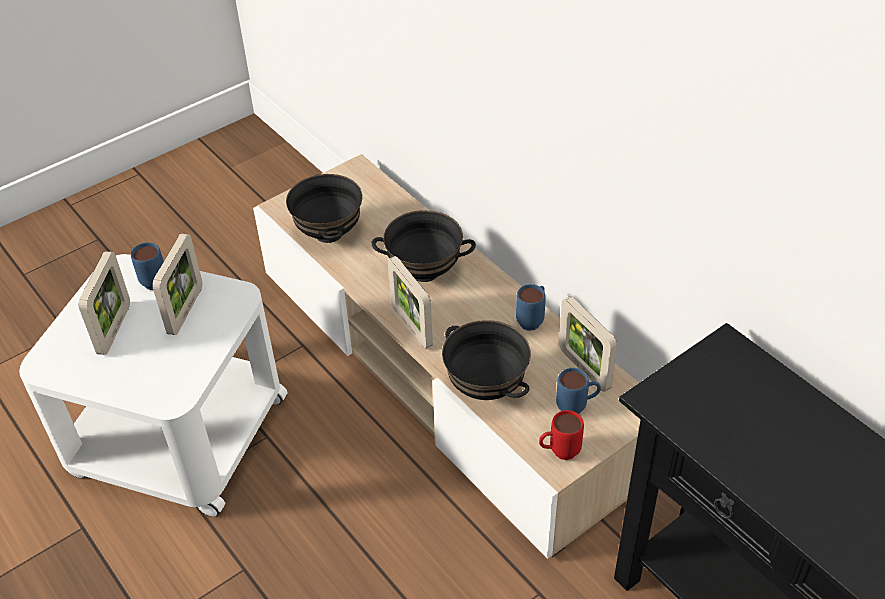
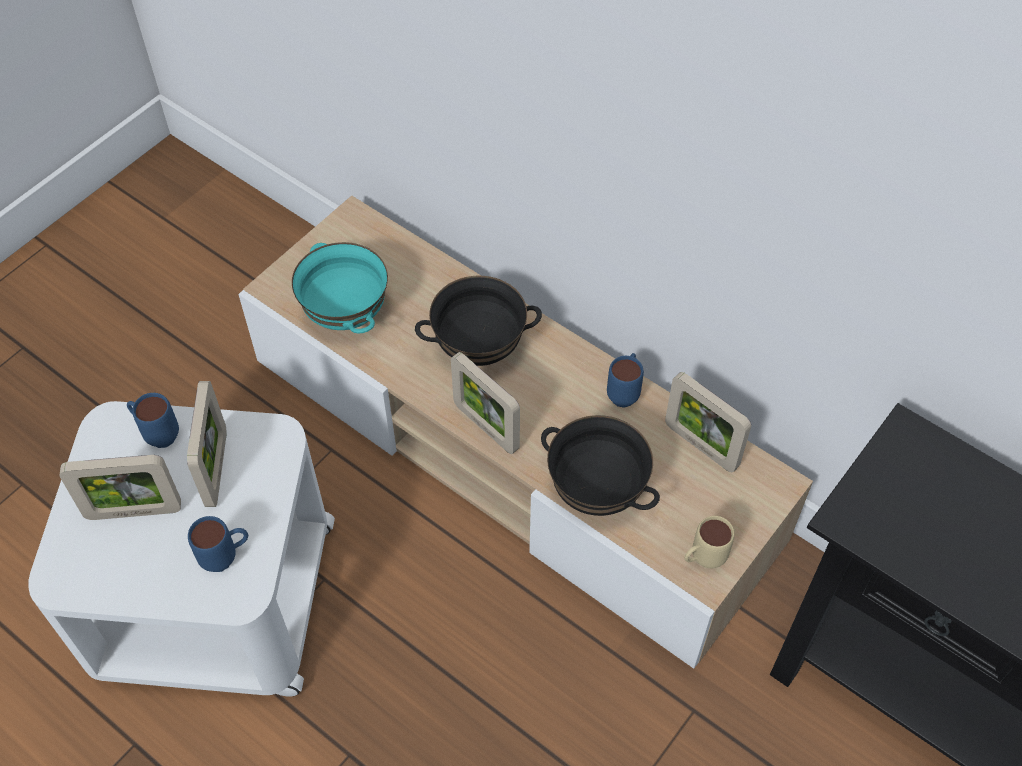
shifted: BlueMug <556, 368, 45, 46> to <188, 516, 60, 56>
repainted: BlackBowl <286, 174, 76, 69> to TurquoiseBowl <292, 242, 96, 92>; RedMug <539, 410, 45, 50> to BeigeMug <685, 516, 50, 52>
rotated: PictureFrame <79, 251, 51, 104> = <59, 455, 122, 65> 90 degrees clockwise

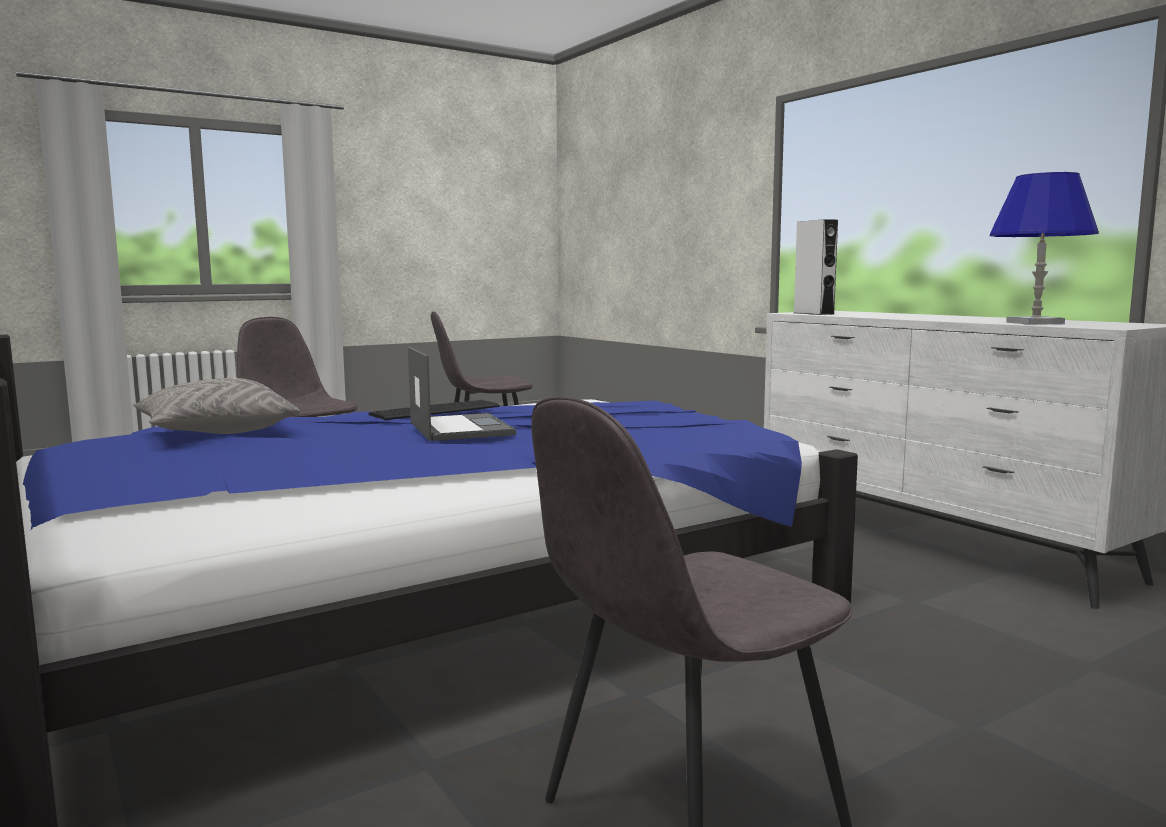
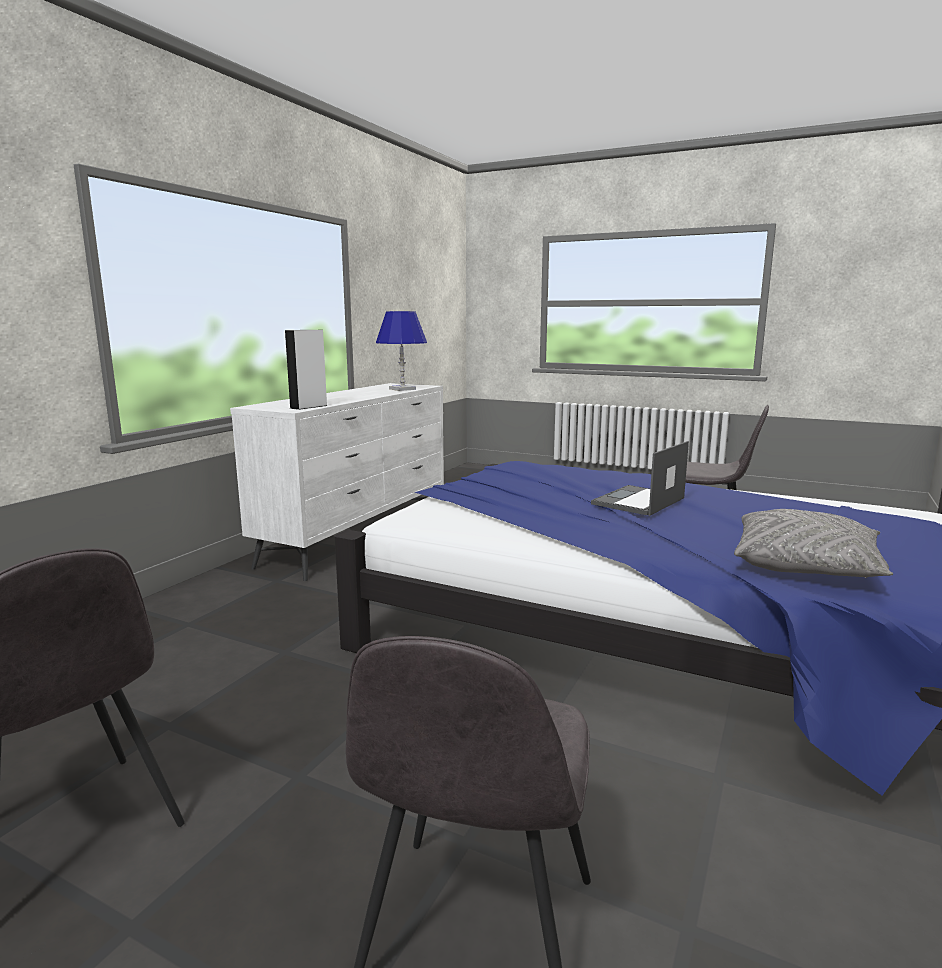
gone: Keyboard <368, 400, 132, 20>

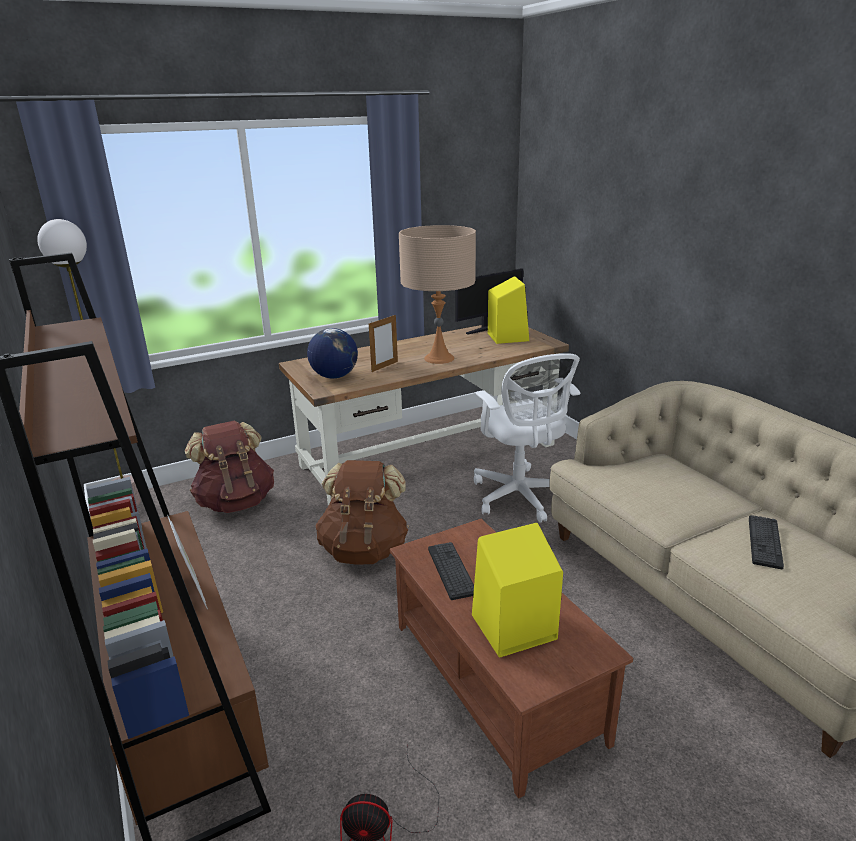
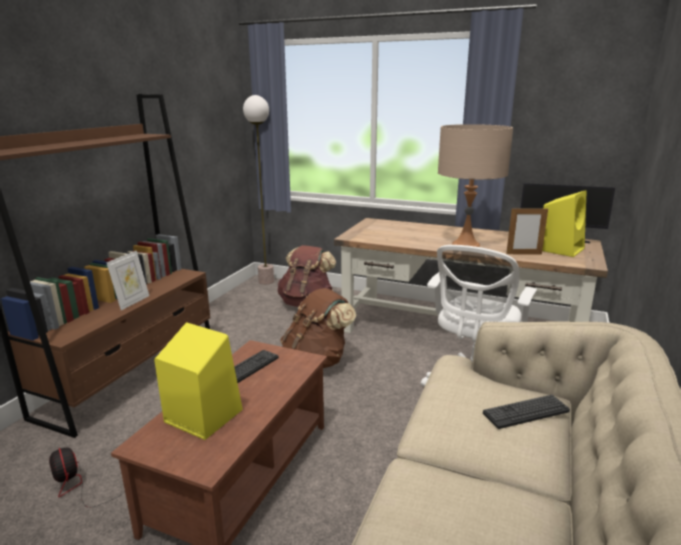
gone: Globe <307, 328, 51, 51>
shifted: PictureFrame <369, 314, 29, 58> to <506, 208, 42, 47>; Keyboard <749, 515, 35, 54> to <483, 395, 87, 34>

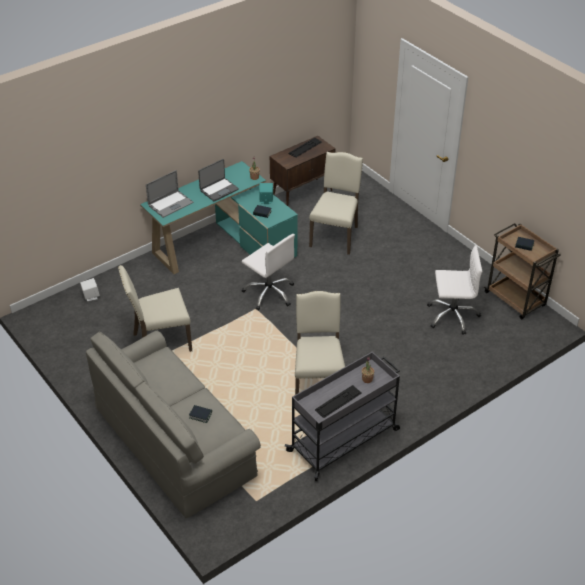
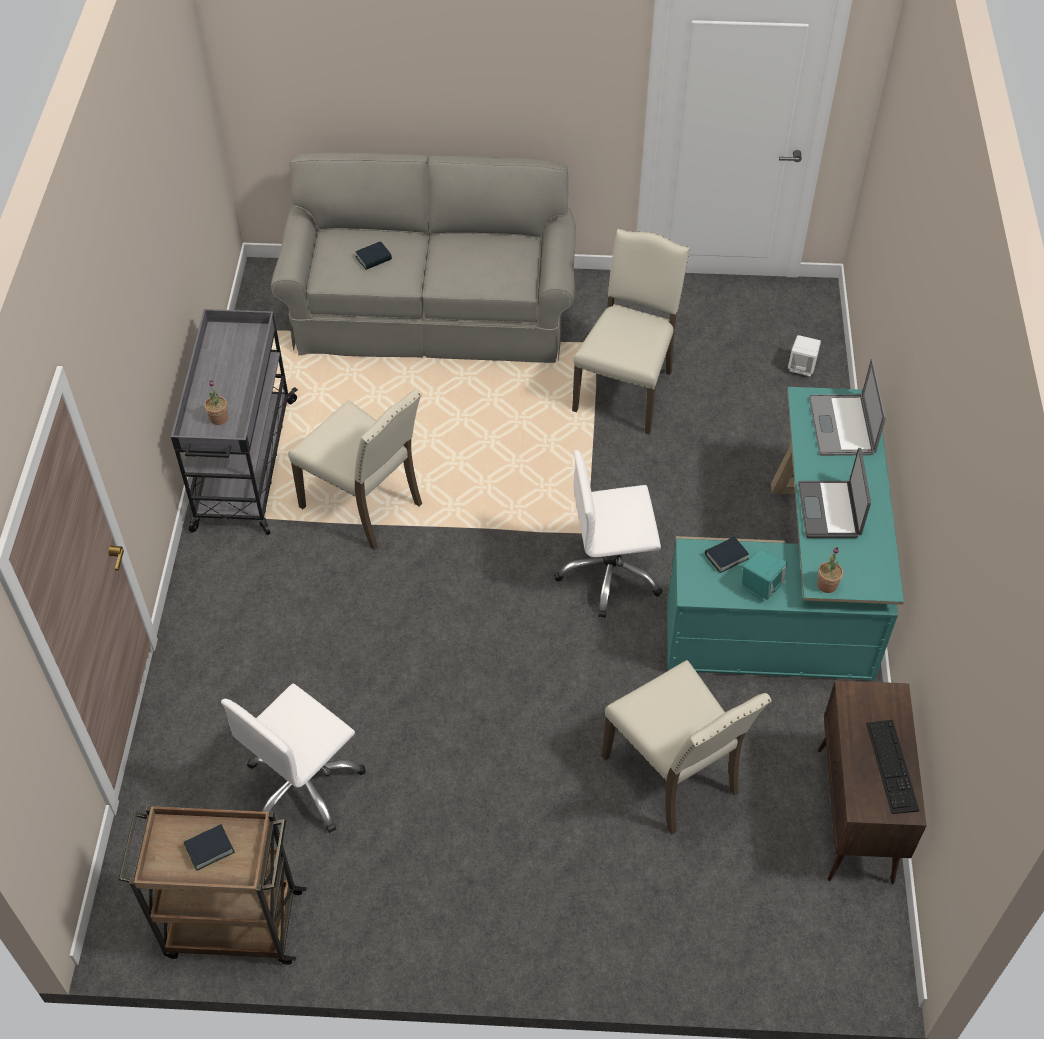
gone: Keyboard <315, 385, 47, 33>

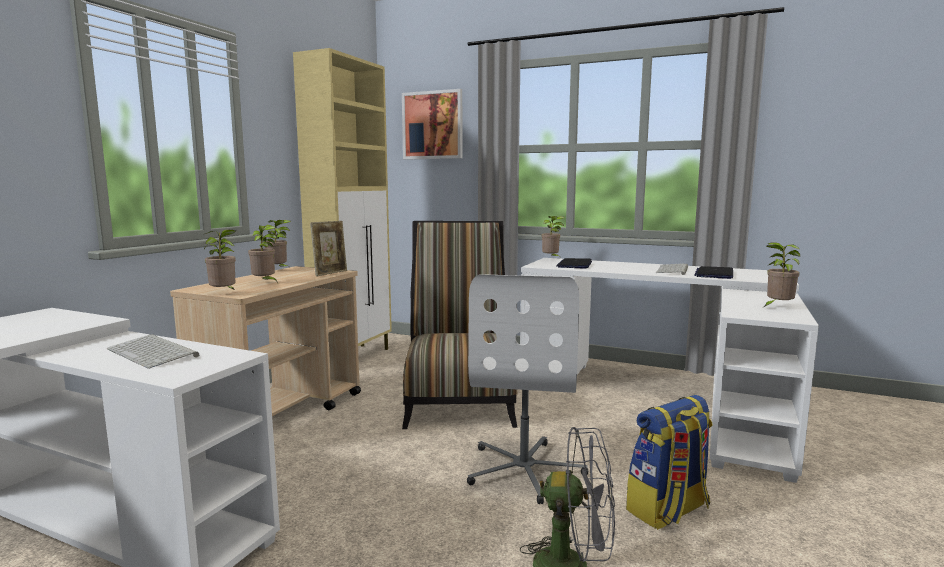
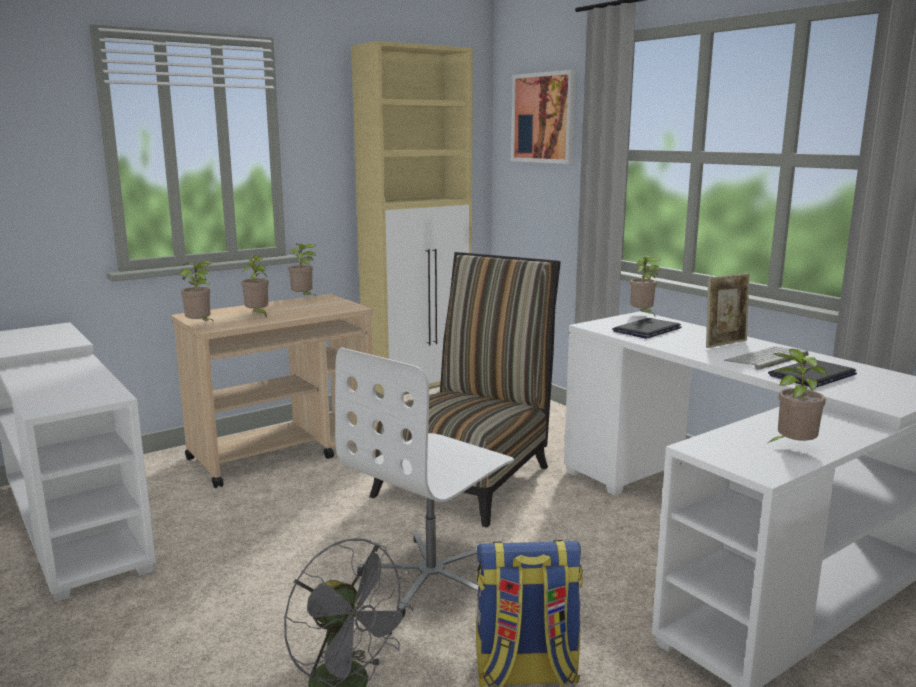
gone: Keyboard <107, 334, 92, 35>
shifted: PictureFrame <310, 221, 37, 56> to <706, 274, 44, 74>

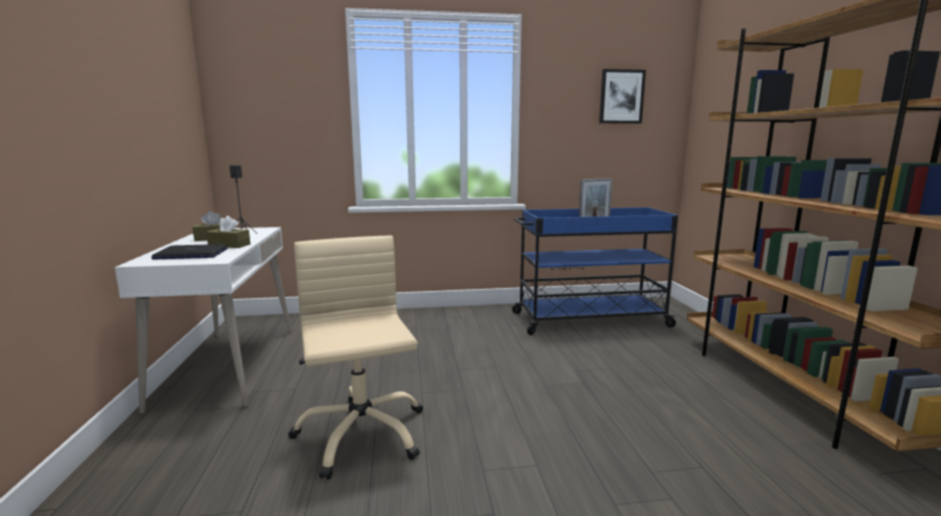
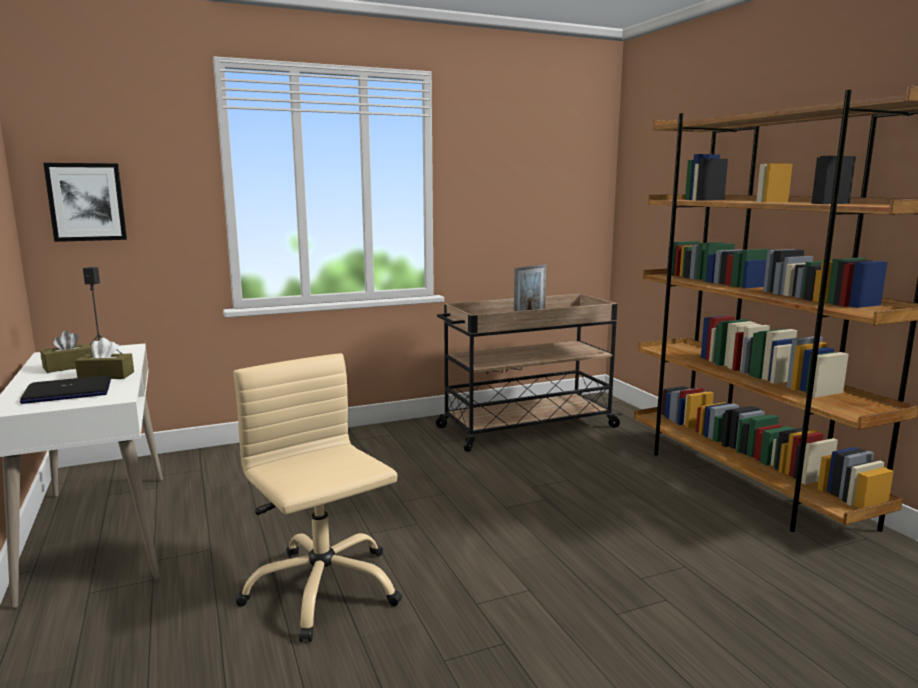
shifted: Picture <599, 69, 47, 55> to <43, 163, 84, 79>
repainted: BlueCart <512, 207, 167, 128> to BeigeCart <436, 294, 186, 158>

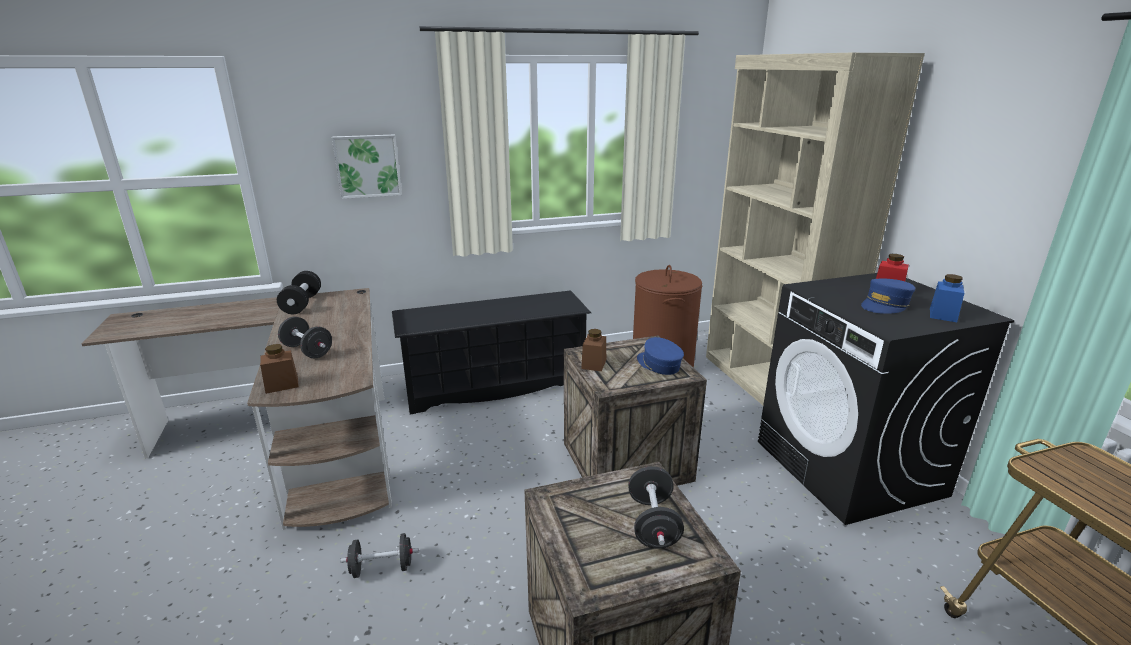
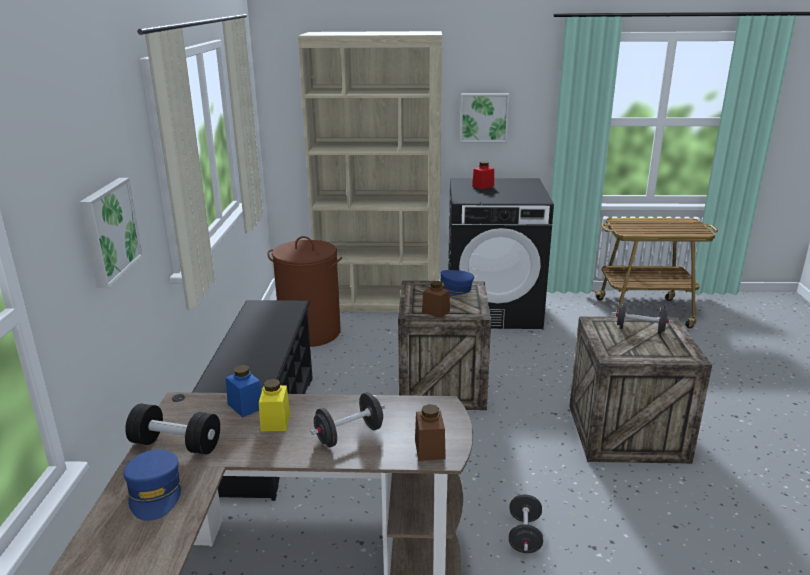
new: Picture <460, 93, 49, 49>; YellowJar <259, 379, 31, 52>
shifted: BlueJar <930, 274, 34, 48> to <226, 365, 36, 52>; BlueCap <861, 279, 54, 35> to <123, 449, 58, 72>

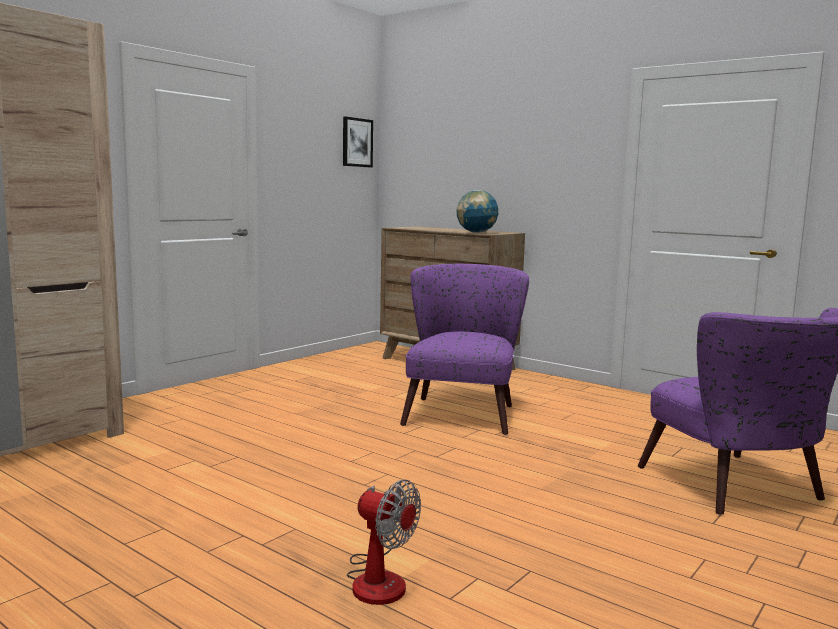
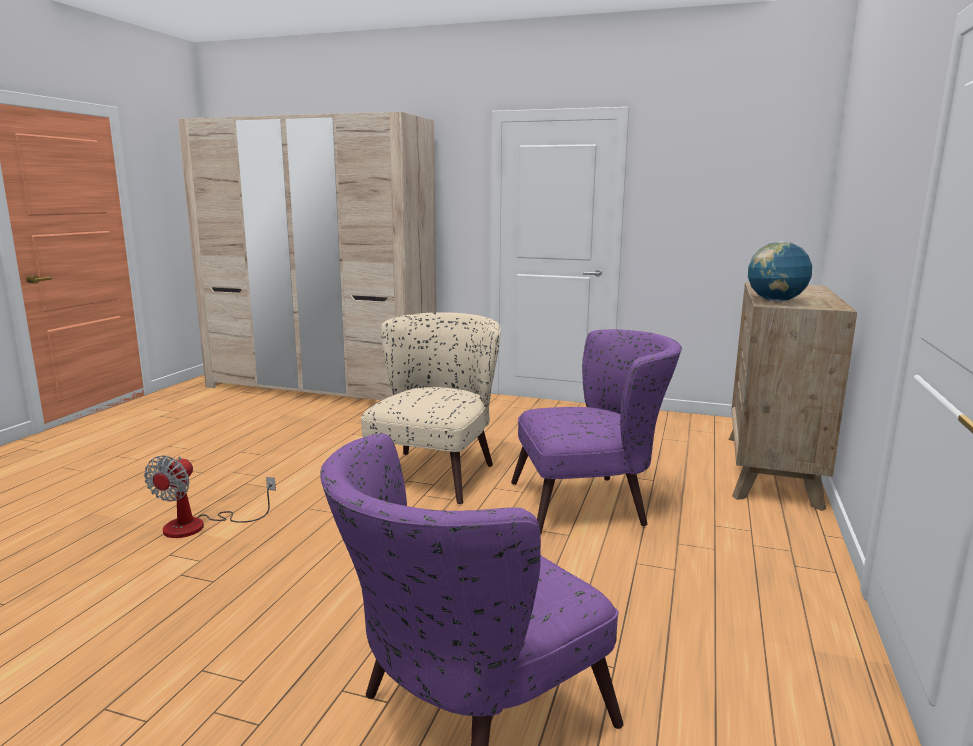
gone: Picture <343, 116, 30, 51>
new: BeigeArmchair <361, 312, 140, 192>

